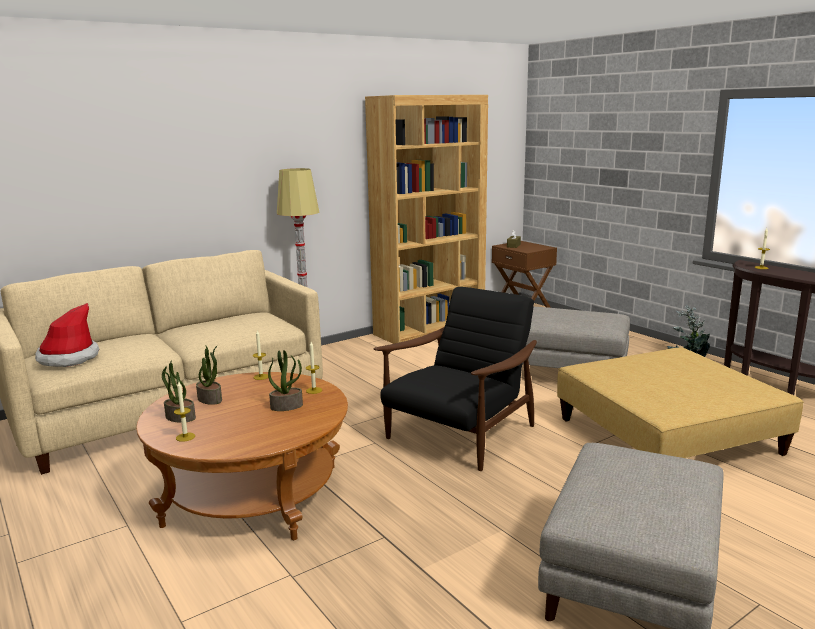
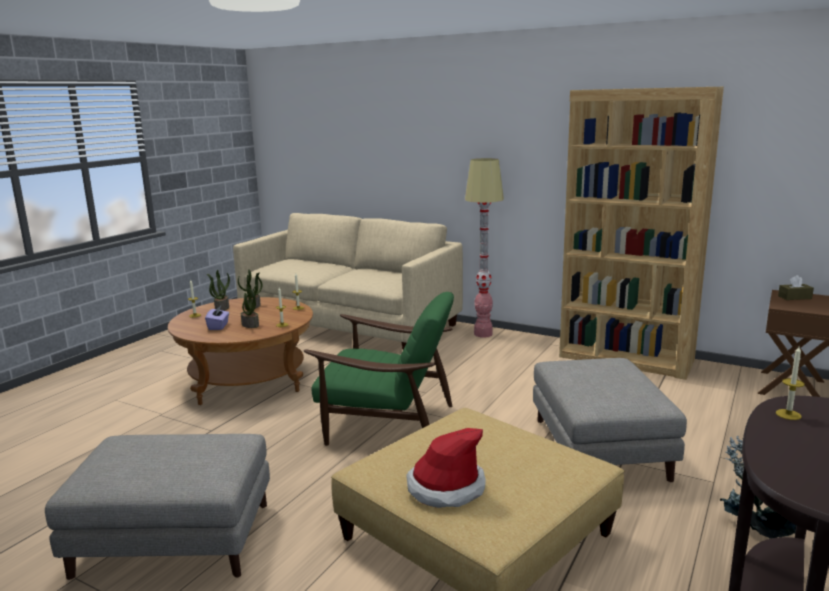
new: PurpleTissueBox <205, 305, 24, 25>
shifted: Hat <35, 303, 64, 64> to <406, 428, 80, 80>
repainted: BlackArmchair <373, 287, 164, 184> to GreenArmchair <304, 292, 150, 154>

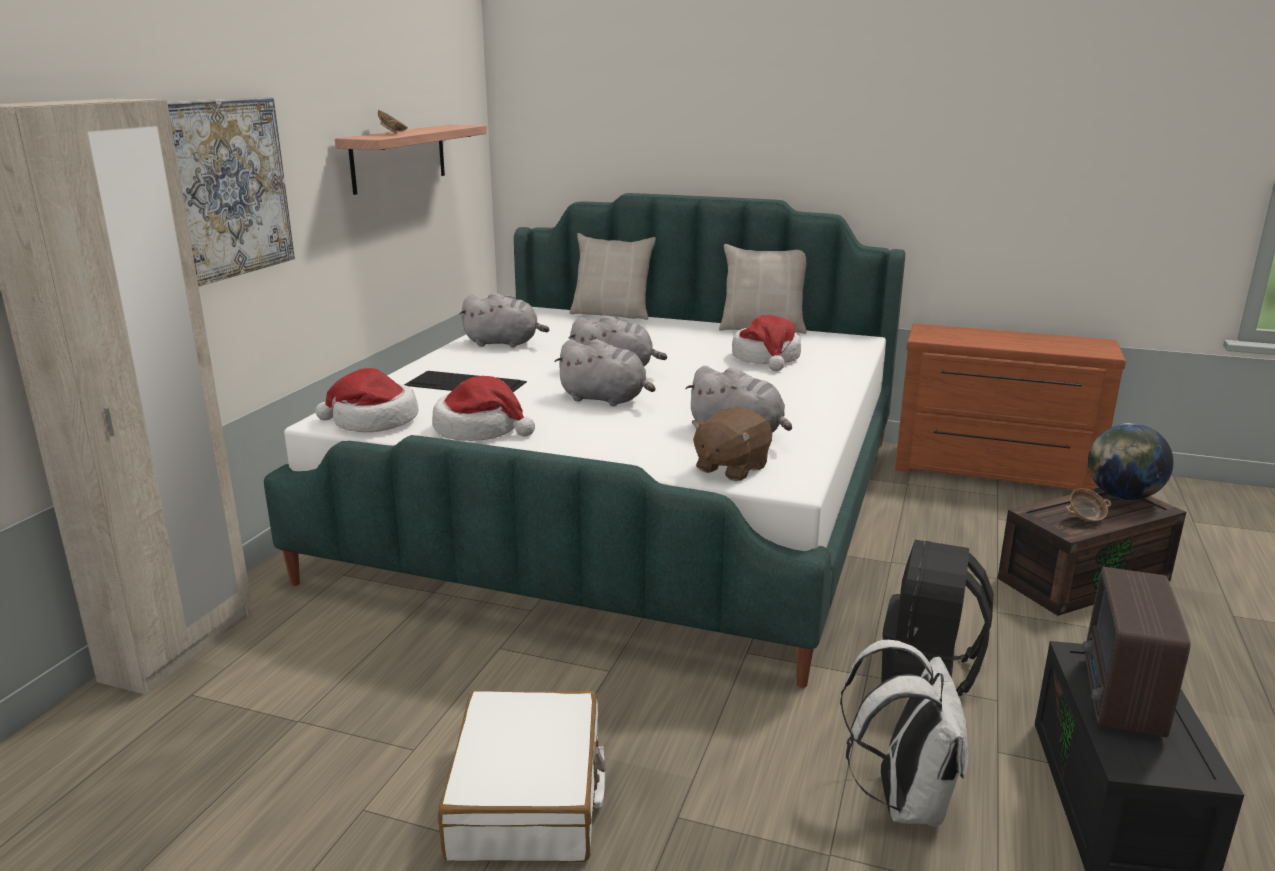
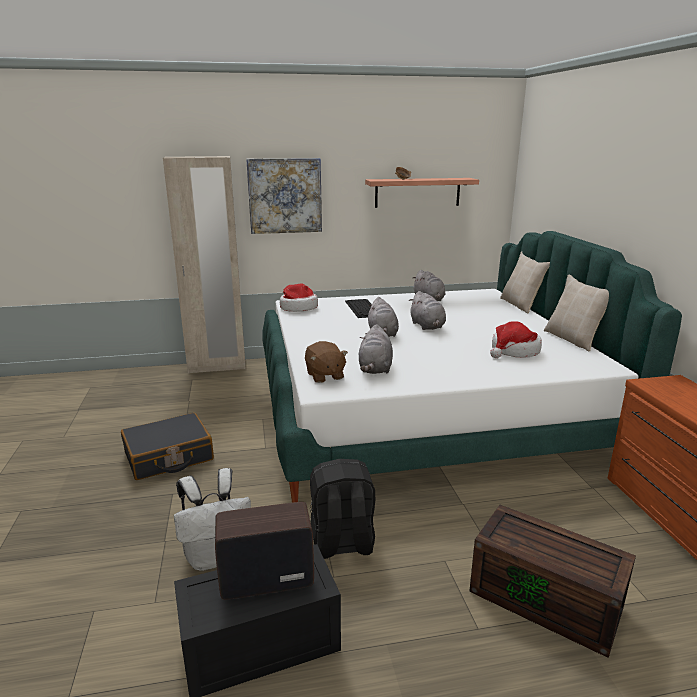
gone: Hat <432, 376, 103, 65>; Globe <1088, 423, 86, 77>; Bowl <1065, 488, 46, 34>
repainted: WhiteSuitcase <438, 691, 168, 171> to BlackSuitcase <121, 413, 93, 67>
rotated: BrownPlushToy <692, 407, 80, 74> = <305, 341, 43, 42> 120 degrees counterclockwise

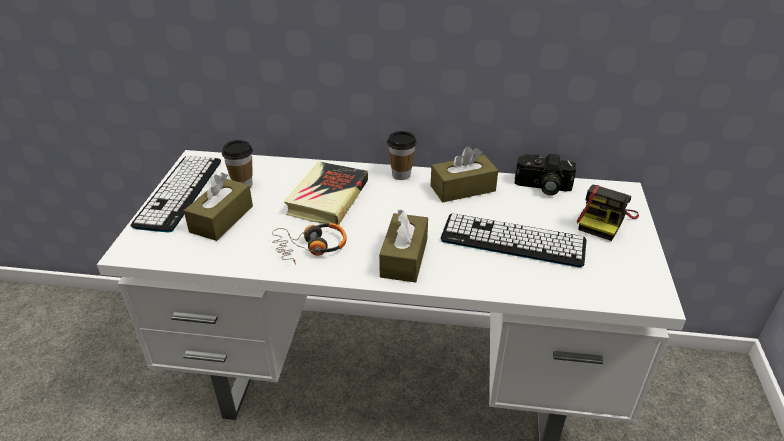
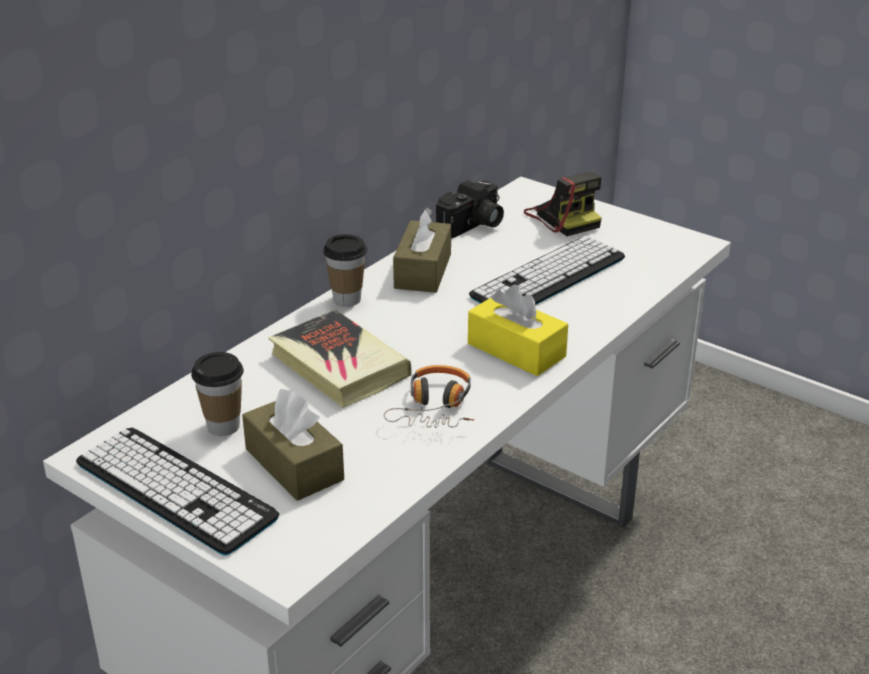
repainted: BrownTissueBox <379, 209, 49, 74> to YellowTissueBox <468, 285, 100, 91>

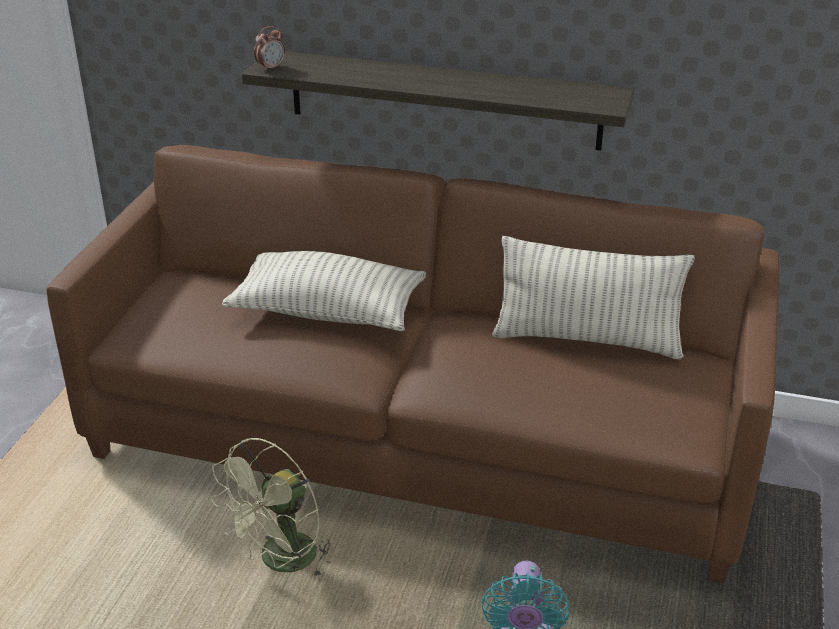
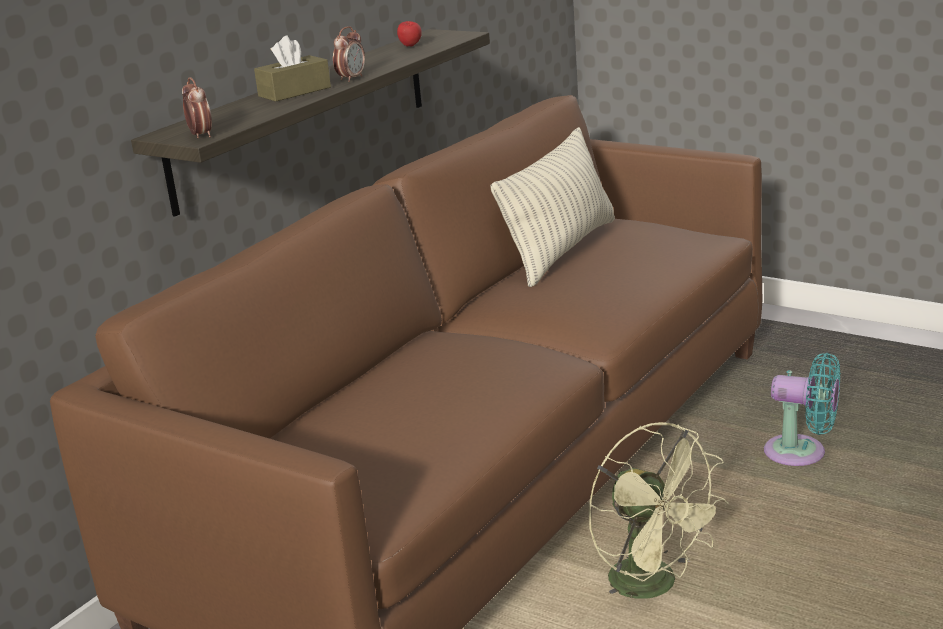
gone: Pillow <222, 251, 204, 80>
new: Apple <397, 21, 25, 26>; AlarmClock <333, 26, 32, 56>; BrownTissueBox <254, 36, 77, 66>

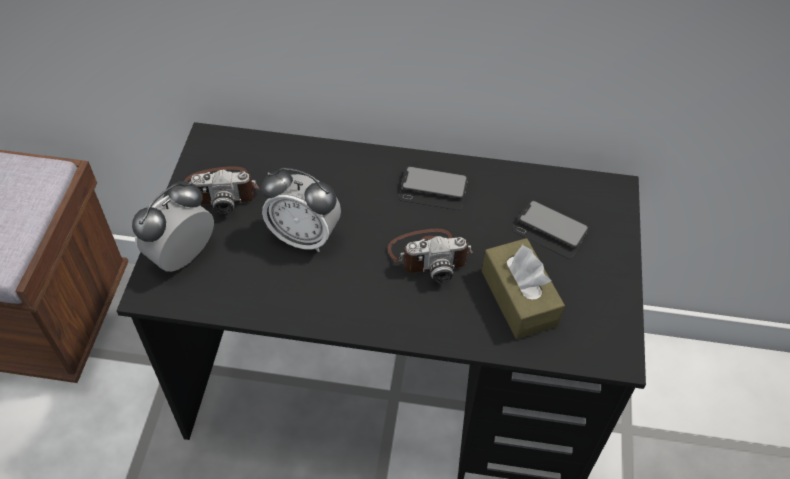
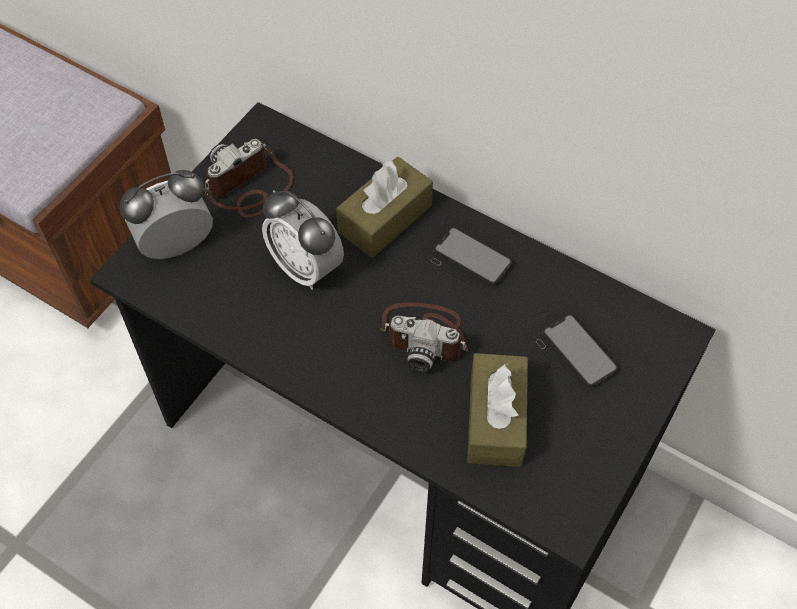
new: BrownTissueBox <336, 157, 97, 101>
rotated: PhotoCamera <185, 167, 76, 47> = <204, 139, 90, 78> 120 degrees clockwise

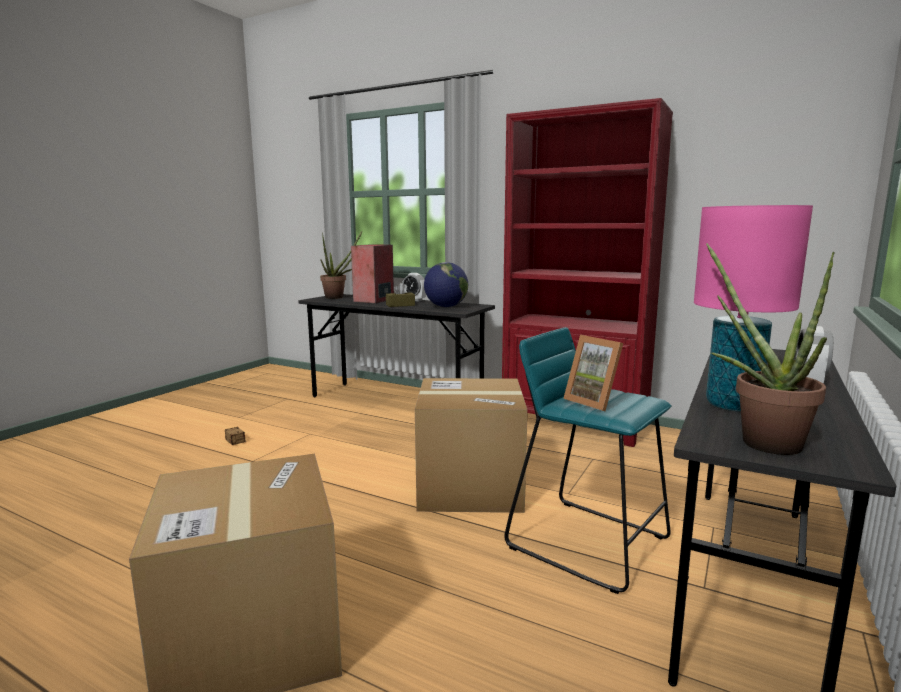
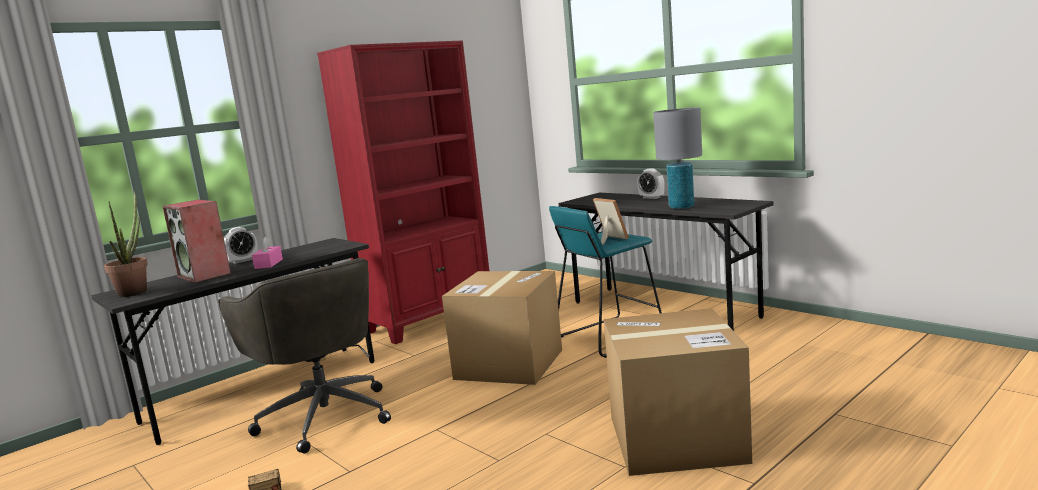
gone: PottedPlant <706, 243, 129, 212>; Globe <424, 262, 44, 45>
new: GreyOfficeChair <218, 258, 173, 196>
repainted: PinkTableLamp <694, 205, 119, 207> to GreyTableLamp <653, 107, 49, 102>; BrownTissueBox <386, 283, 29, 24> to PinkTissueBox <252, 237, 31, 32>
rotated: PictureFrame <563, 335, 60, 76> = <593, 198, 36, 46> 105 degrees counterclockwise

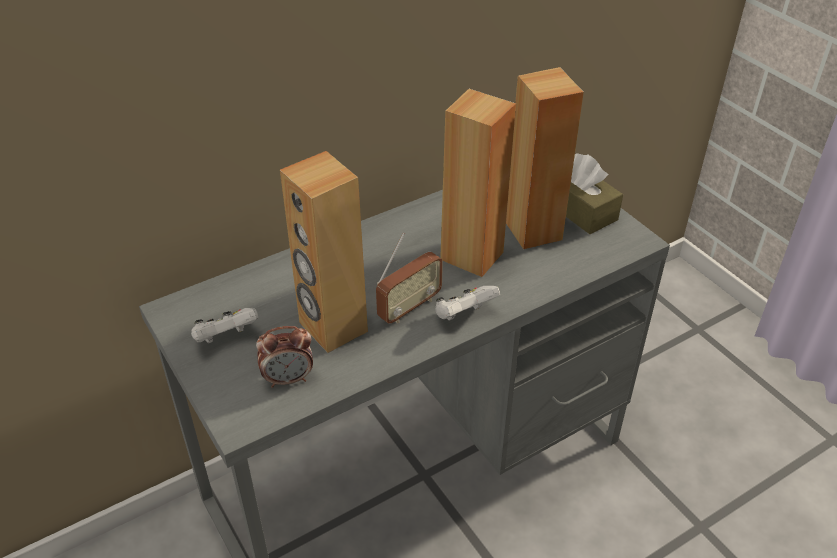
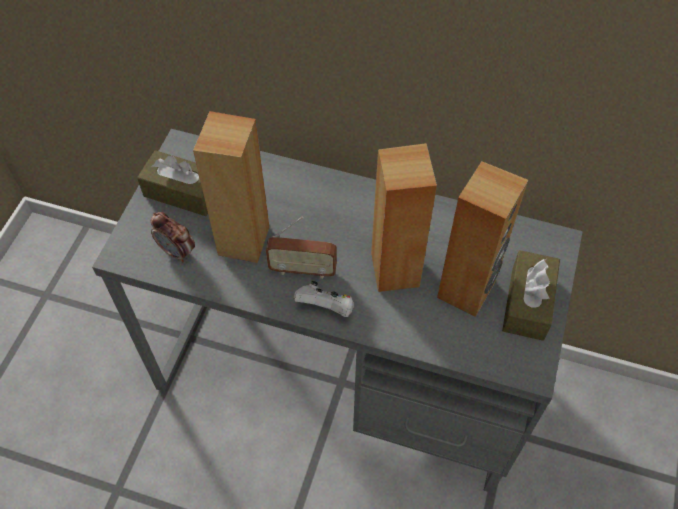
swapped: WhiteGameController <191, 308, 67, 36> to BrownTissueBox <137, 150, 71, 66>

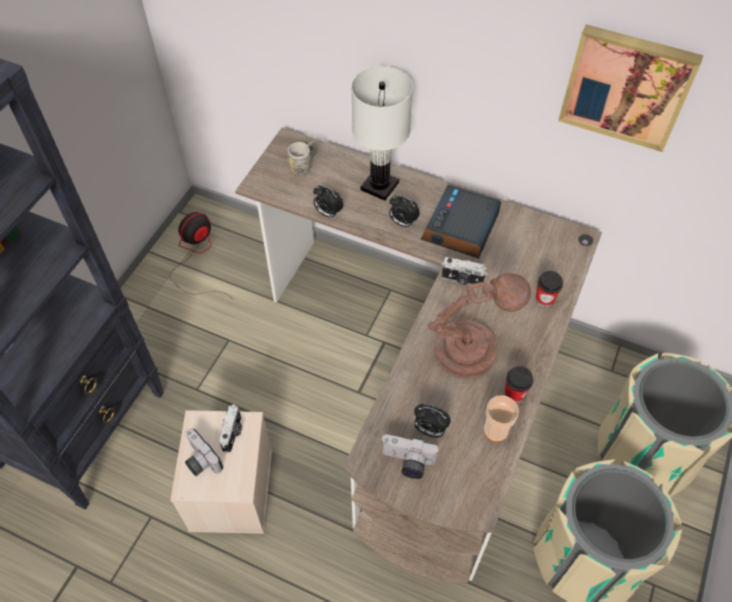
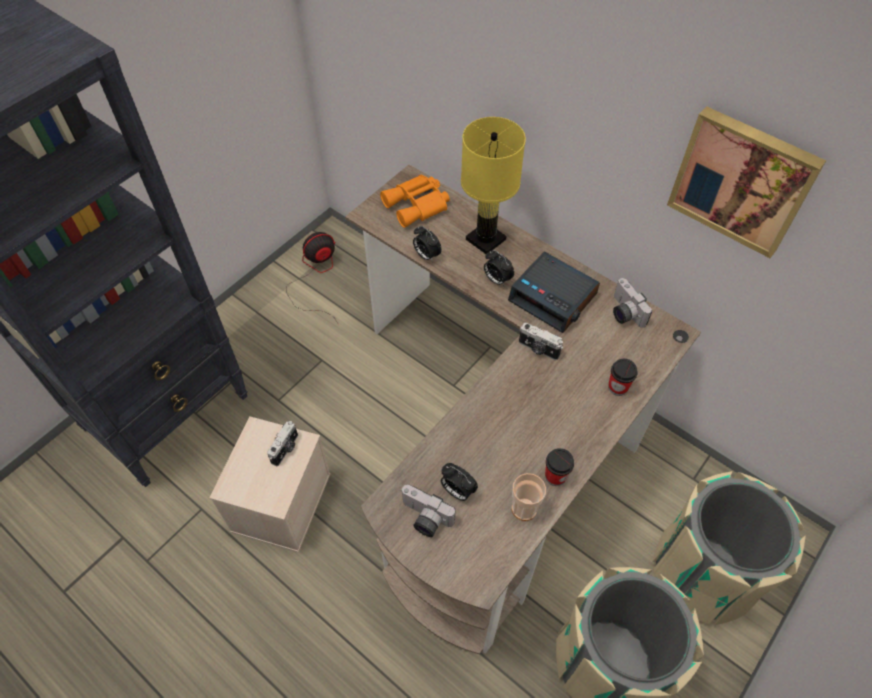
gone: BrownTableLamp <428, 273, 103, 106>
shifted: PhotoCamera <185, 428, 38, 48> to <613, 278, 39, 50>
swapped: GreyMug <288, 141, 29, 35> to OrangeBinoculars <380, 175, 70, 53>
repainted: WhiteTableLamp <351, 66, 62, 135> to YellowTableLamp <461, 117, 65, 137>
rotated: AlarmClock <421, 185, 80, 74> = <508, 251, 92, 82> 90 degrees counterclockwise

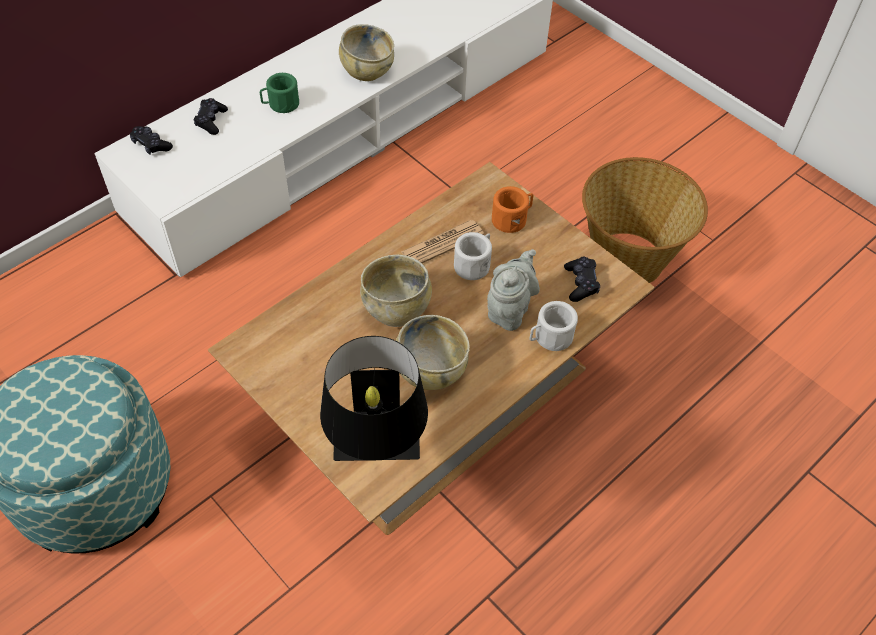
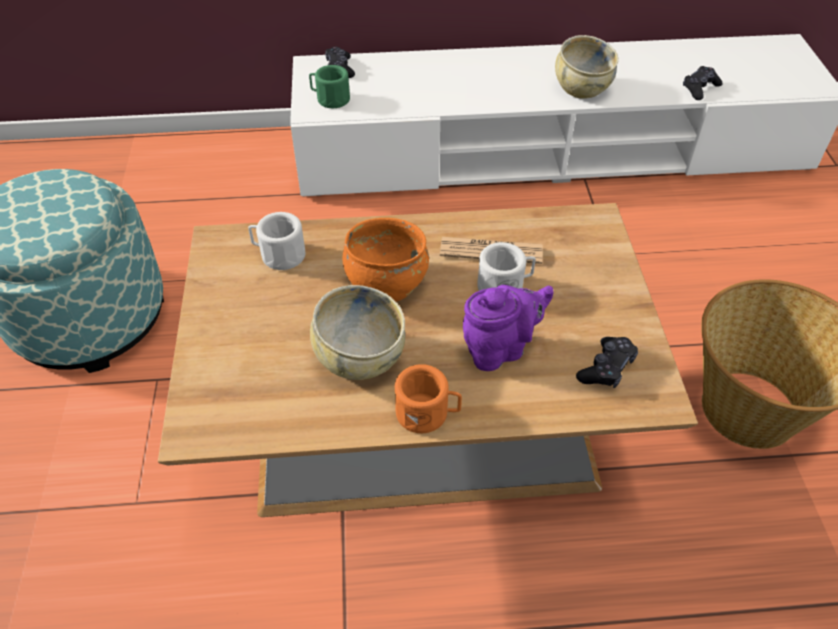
gone: BlackTableLamp <320, 336, 108, 125>
shifted: GreenMug <260, 73, 39, 40> to <309, 65, 41, 43>; BlackGameController <194, 98, 34, 37> to <683, 66, 39, 34>; OrangeMug <492, 186, 41, 47> to <395, 364, 67, 69>; WhiteMug <529, 301, 49, 50> to <248, 212, 57, 58>
repainted: GreyTeapot <487, 249, 53, 82> to PurpleTeapot <463, 285, 90, 86>; BeigeBowl <360, 255, 72, 72> to OrangeBowl <343, 218, 86, 84>

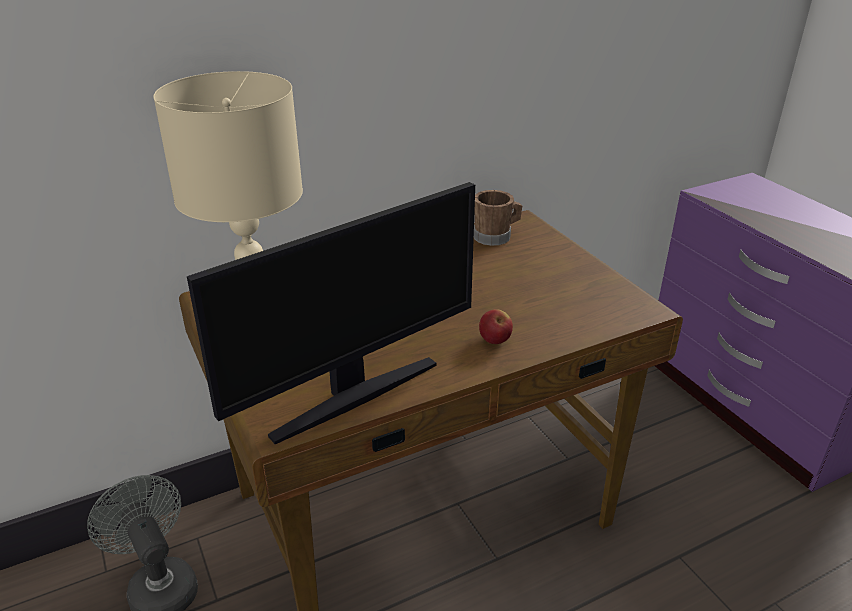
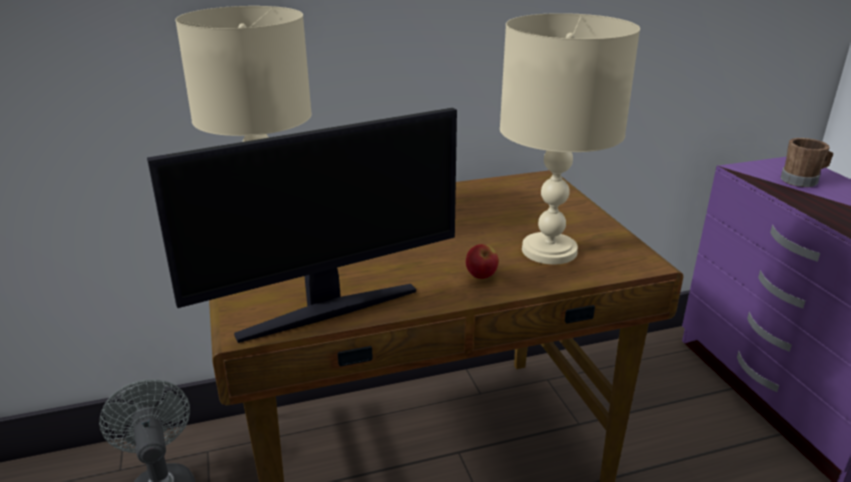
new: BeigeTableLamp <500, 13, 140, 252>
shifted: BrownMug <474, 190, 48, 56> to <781, 138, 53, 49>

